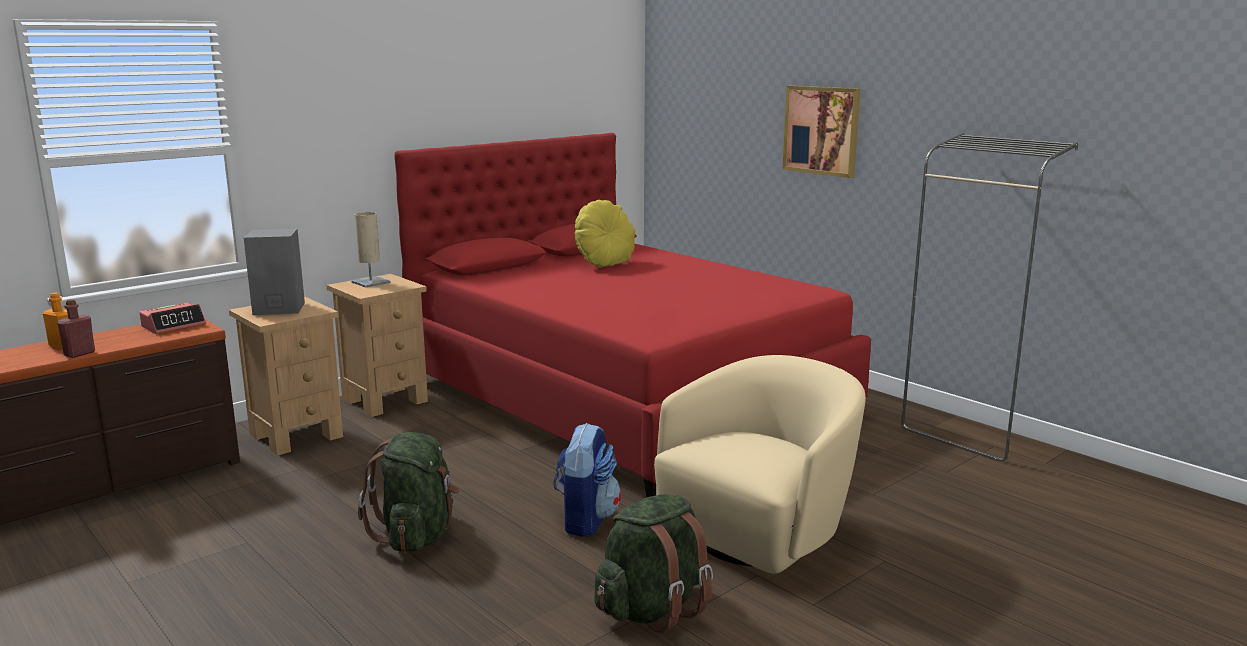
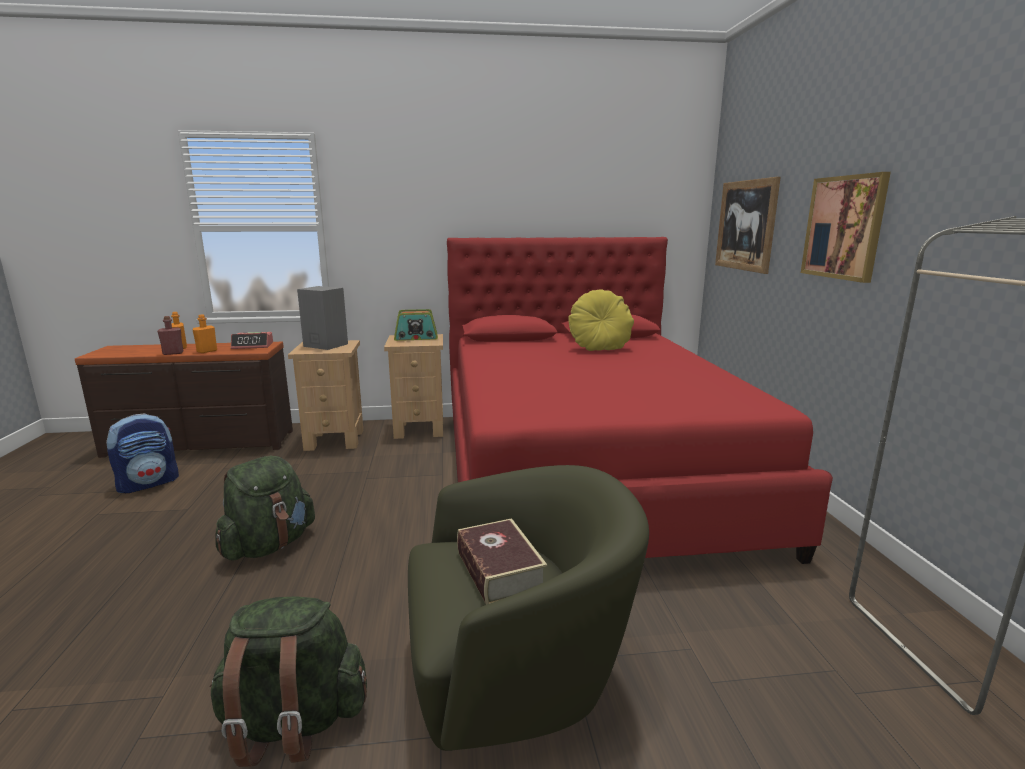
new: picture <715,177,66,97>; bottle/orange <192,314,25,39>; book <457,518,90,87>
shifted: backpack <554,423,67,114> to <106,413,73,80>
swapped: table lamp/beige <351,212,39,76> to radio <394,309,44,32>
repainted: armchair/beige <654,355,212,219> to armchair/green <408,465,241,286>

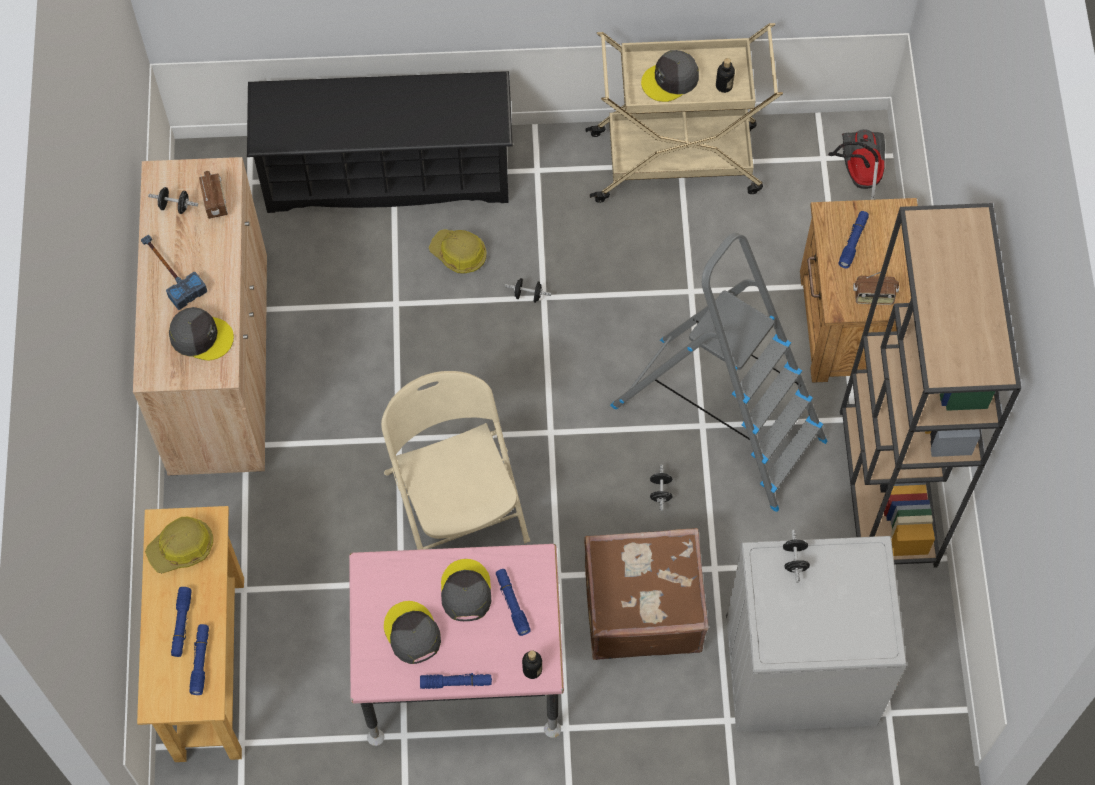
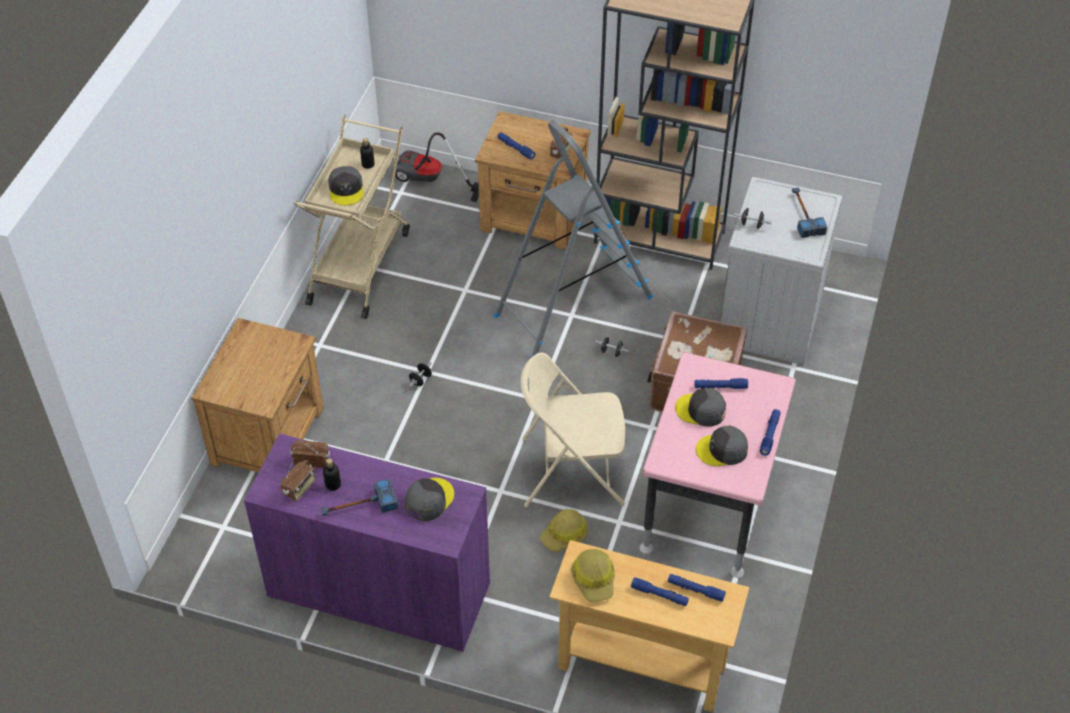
new: hammer <792,187,35,51>
shifted: hard hat <429,229,58,45> to <540,509,48,43>; bottle <522,650,20,29> to <323,458,18,33>
swapped: shoe rack/black <247,71,266,142> to nightstand/brown <191,318,133,155>; dumbbell/black <148,187,50,27> to radio <280,457,36,44>
repainted: cabinet/beige <133,157,134,319> to cabinet/purple <244,433,246,219>

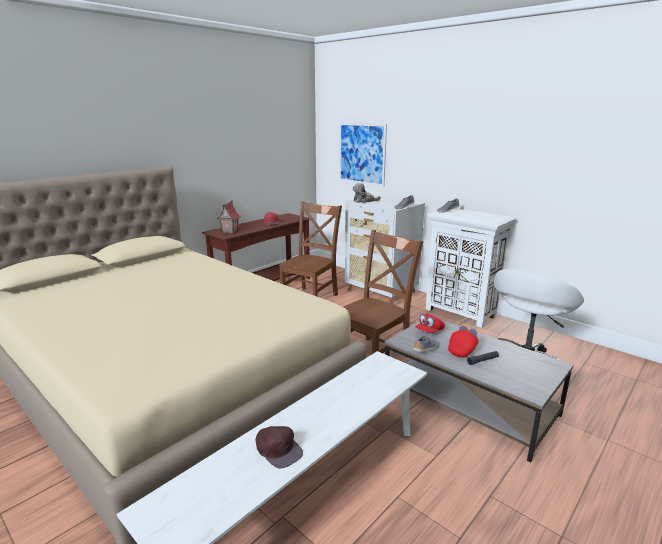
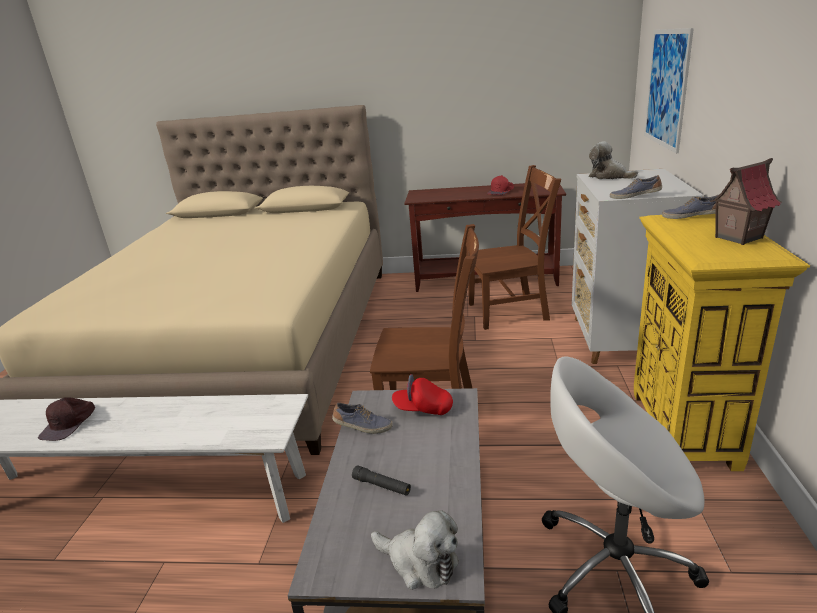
gone: cap/red <448,326,31,31>
new: plush toy <371,510,88,80>
shifted: toy house <217,200,24,33> to <710,158,72,87>
repainted: cabinet/white <426,208,90,120> to cabinet/yellow <634,214,176,257>

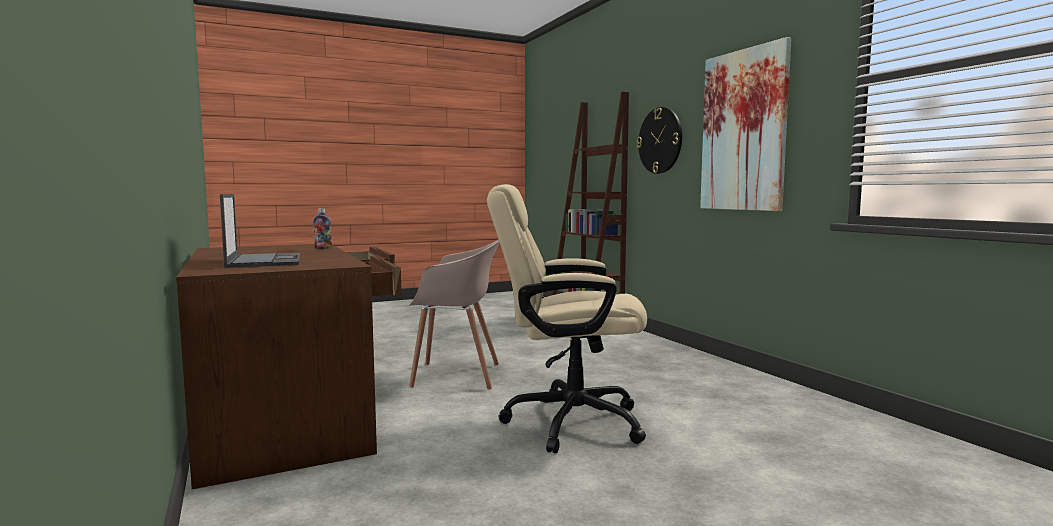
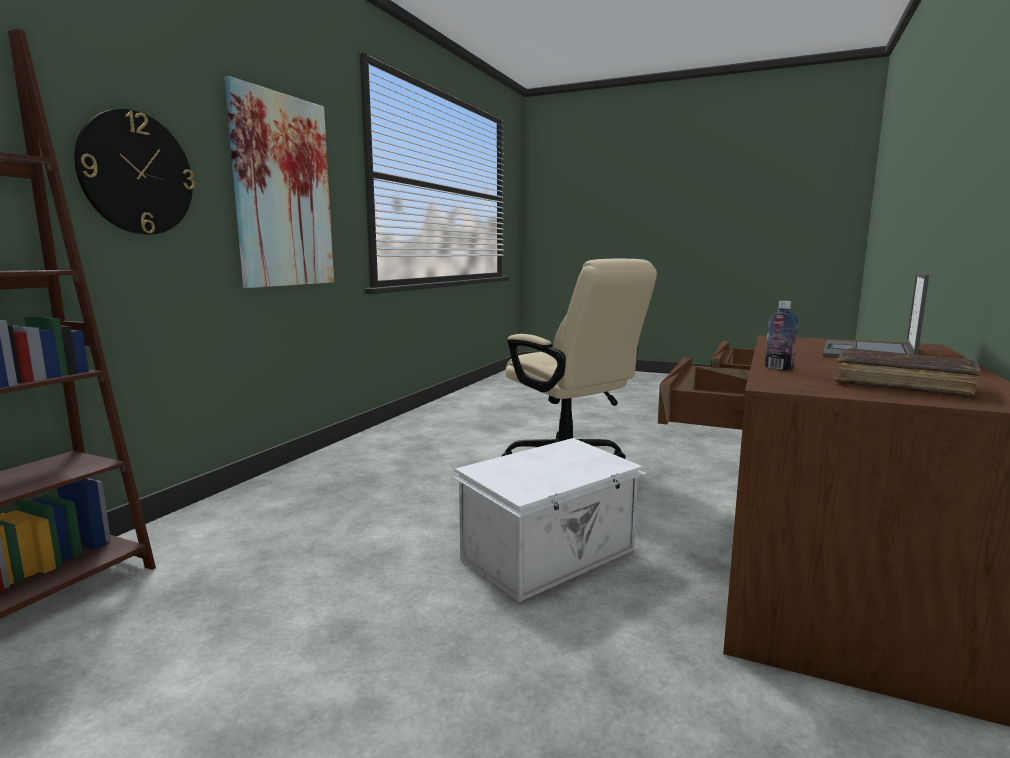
new: book/brown <835,348,146,50>
swapped: chair/beige <409,239,91,150> to storage box/white <453,438,194,164>

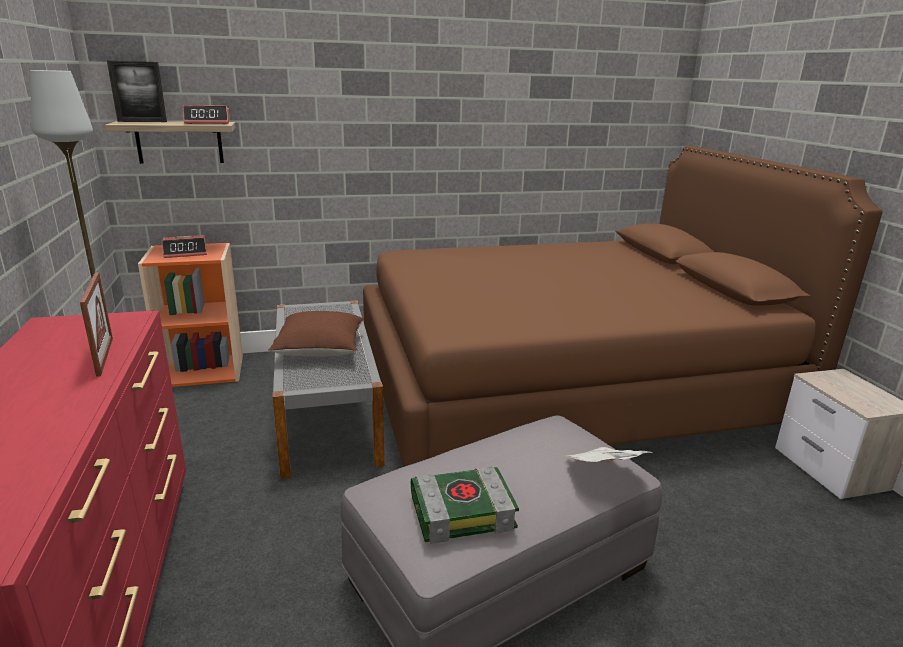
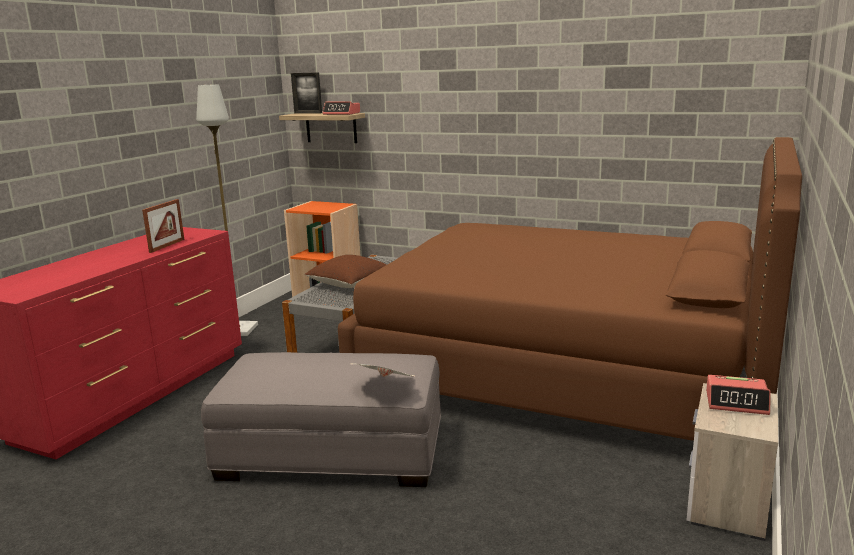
gone: book <411,466,108,78>
shifted: alarm clock <162,235,45,23> to <706,375,65,40>

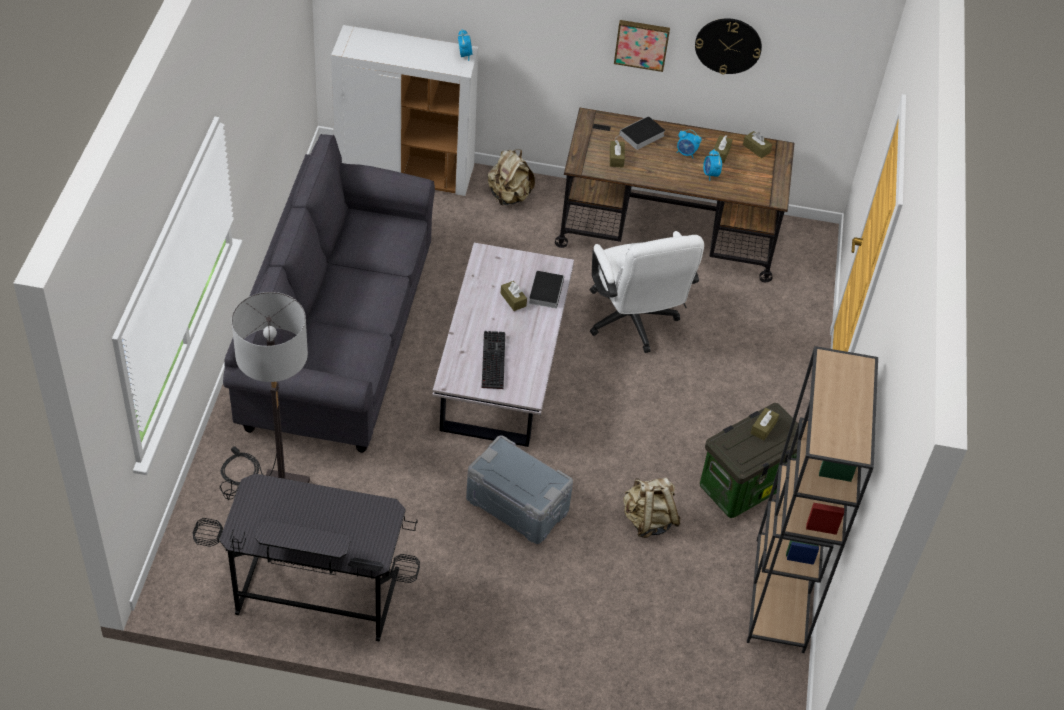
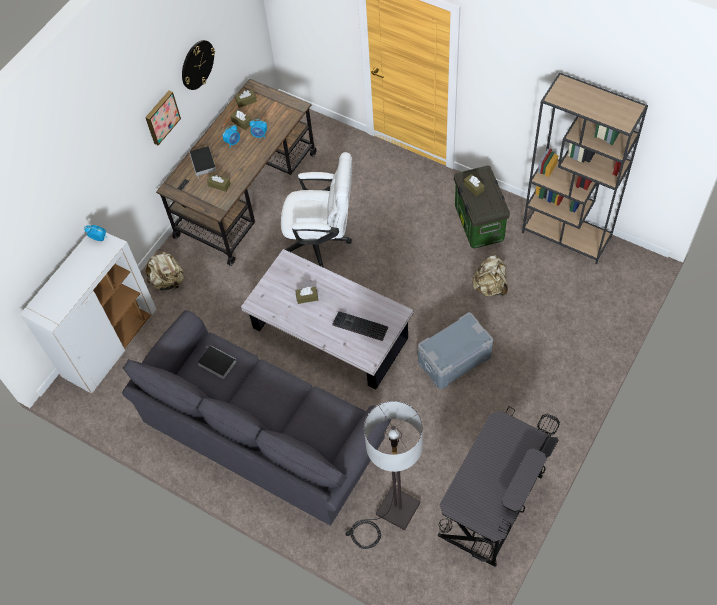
shifted: book <529,271,35,38> to <198,345,39,34>

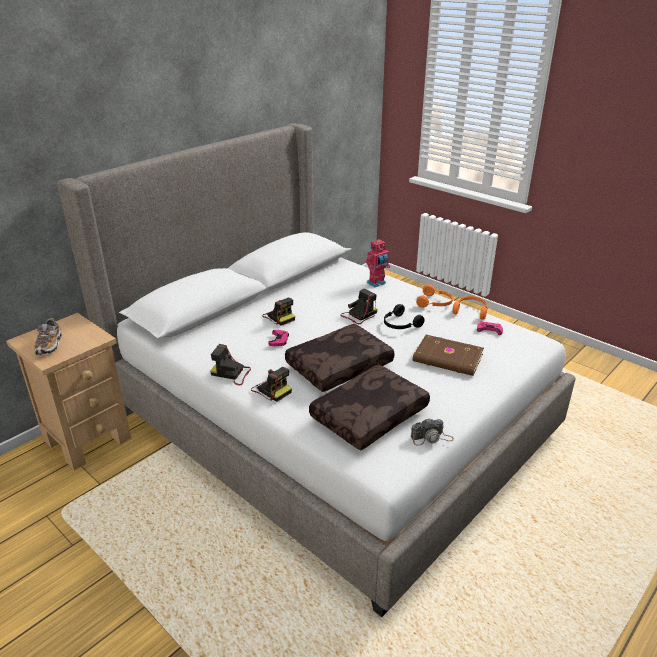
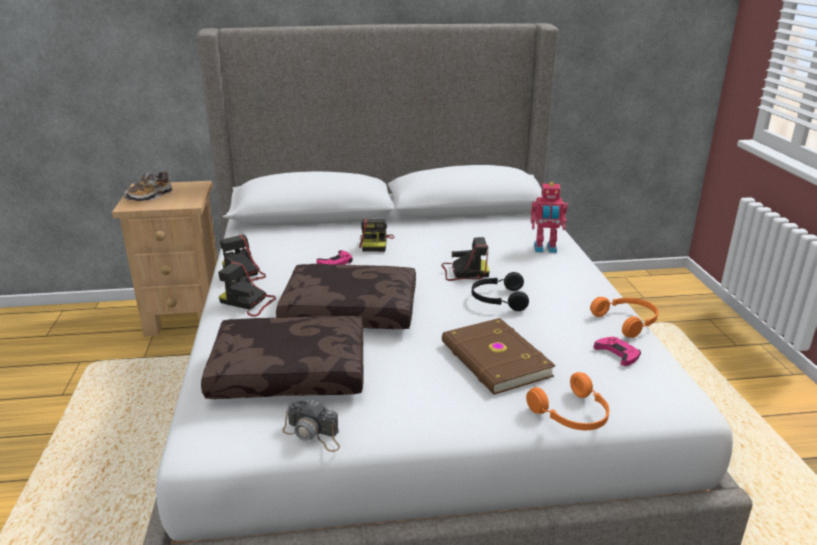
shifted: headphones/orange <416,284,37,24> to <526,372,84,58>
rotated: photo camera <251,367,41,35> = <218,261,58,56> 120 degrees clockwise

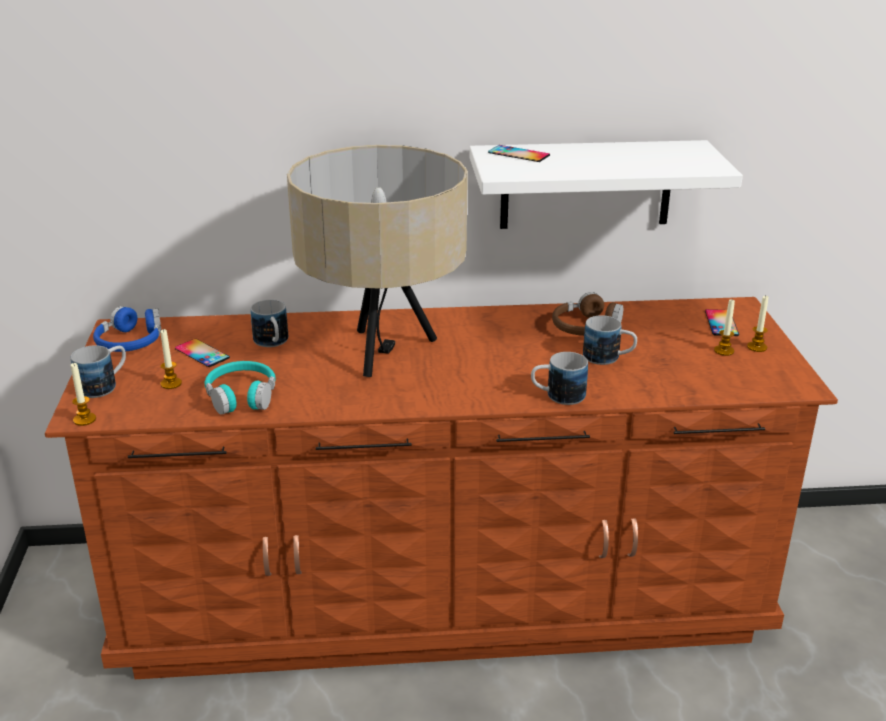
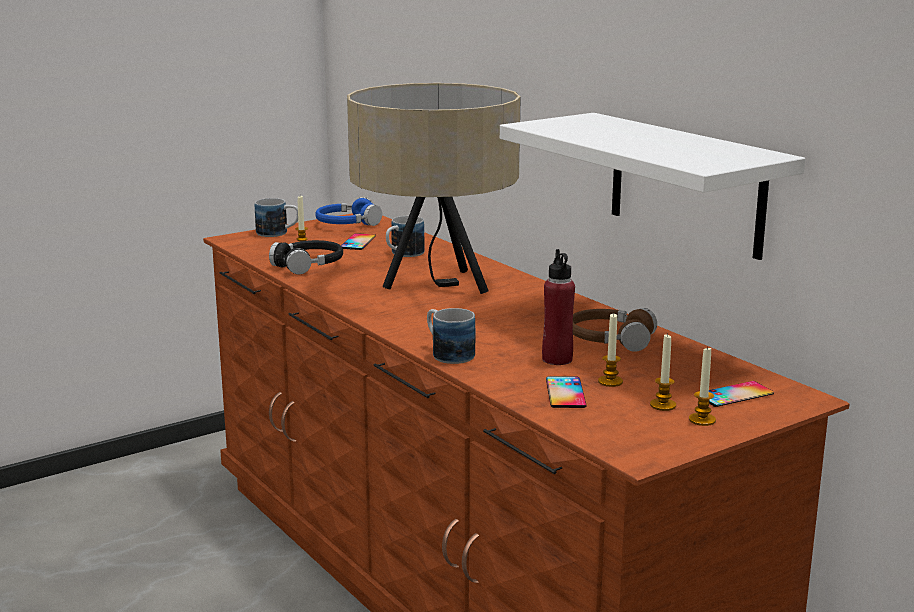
shifted: phone <488,145,62,17> to <546,377,41,31>; candle <71,362,25,64> to <598,313,25,74>
swapped: mug <583,315,54,50> to bottle/red <542,249,33,116>
repainted: headphones/turquoise <205,361,71,54> to headphones/black <269,240,74,35>

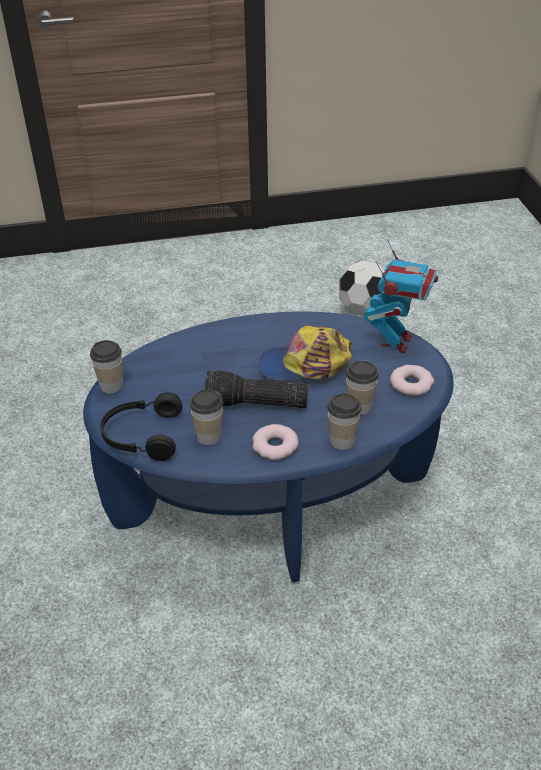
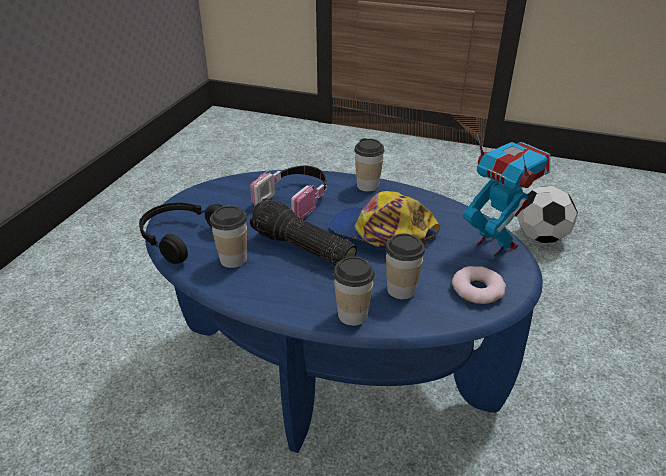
gone: donut <252,424,47,36>
new: headphones <250,166,77,53>
shifted: cup <90,340,33,54> to <354,138,31,54>
rotated: toy robot <364,239,74,114> = <463,134,87,122> 90 degrees counterclockwise

